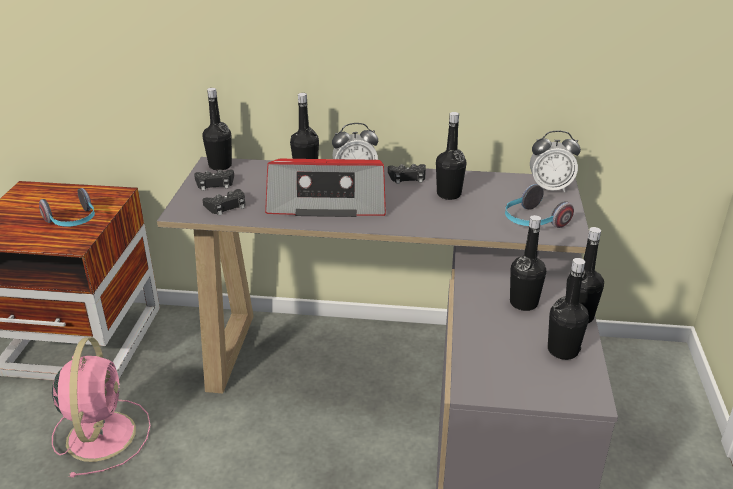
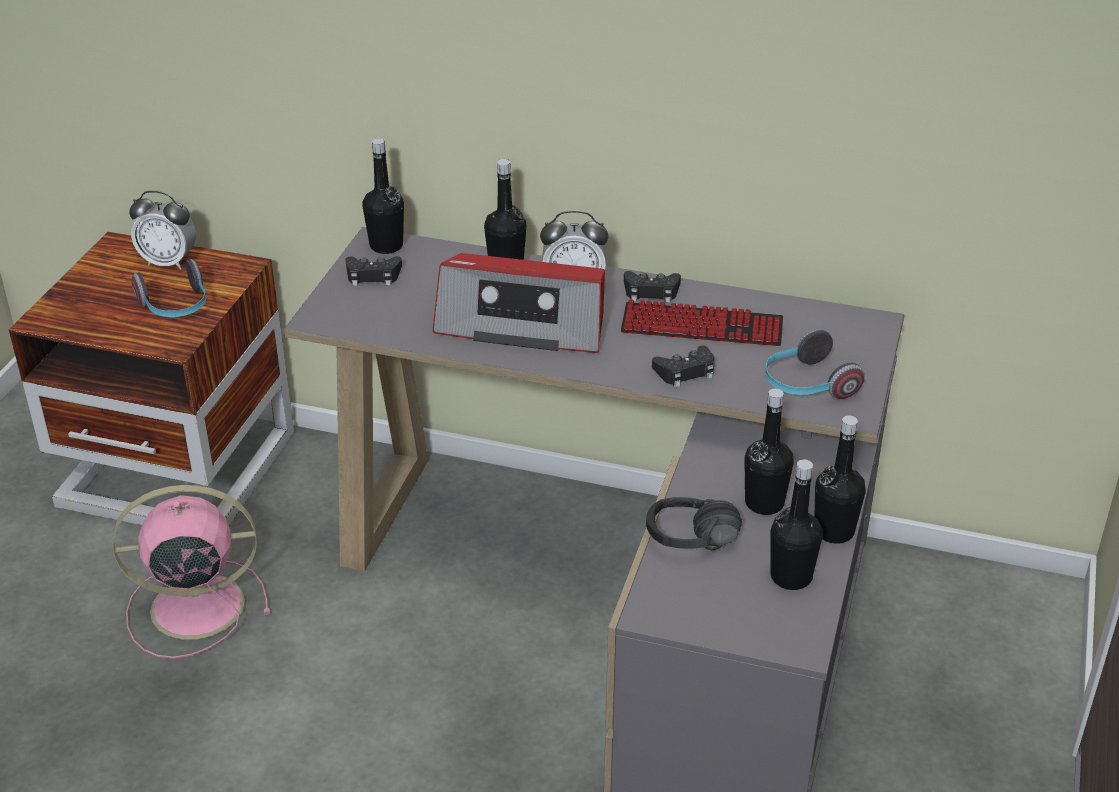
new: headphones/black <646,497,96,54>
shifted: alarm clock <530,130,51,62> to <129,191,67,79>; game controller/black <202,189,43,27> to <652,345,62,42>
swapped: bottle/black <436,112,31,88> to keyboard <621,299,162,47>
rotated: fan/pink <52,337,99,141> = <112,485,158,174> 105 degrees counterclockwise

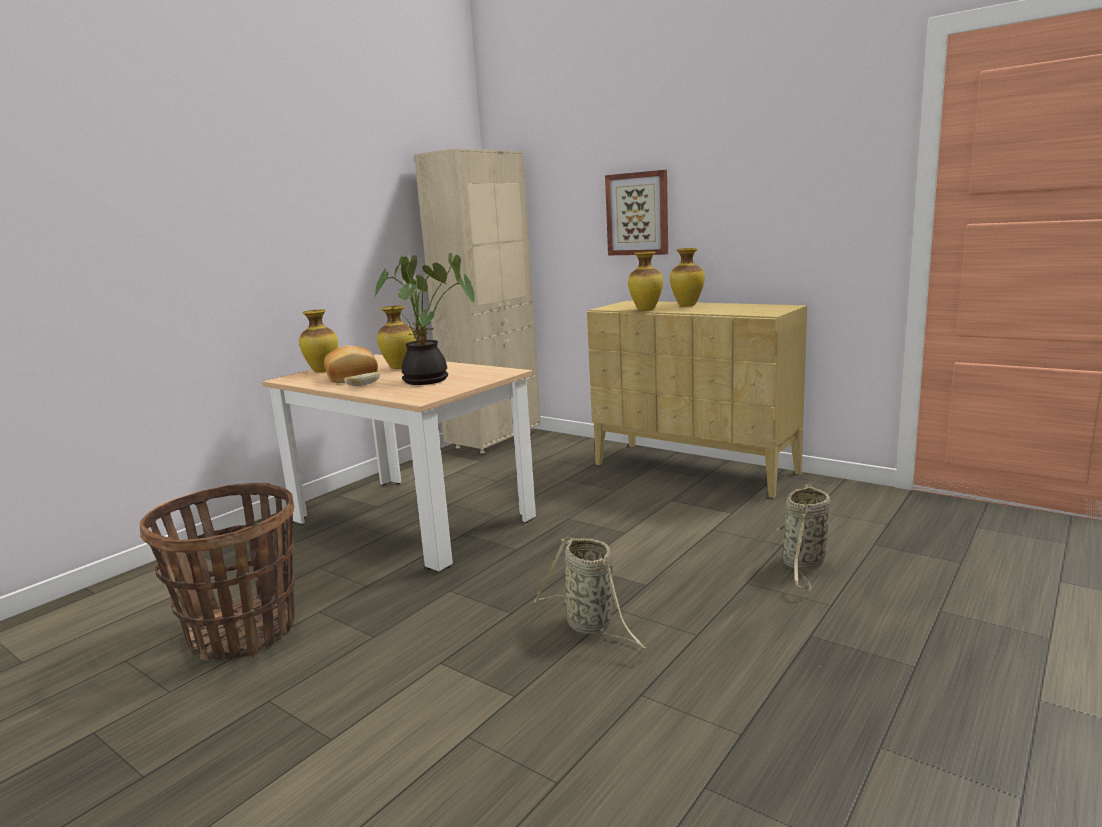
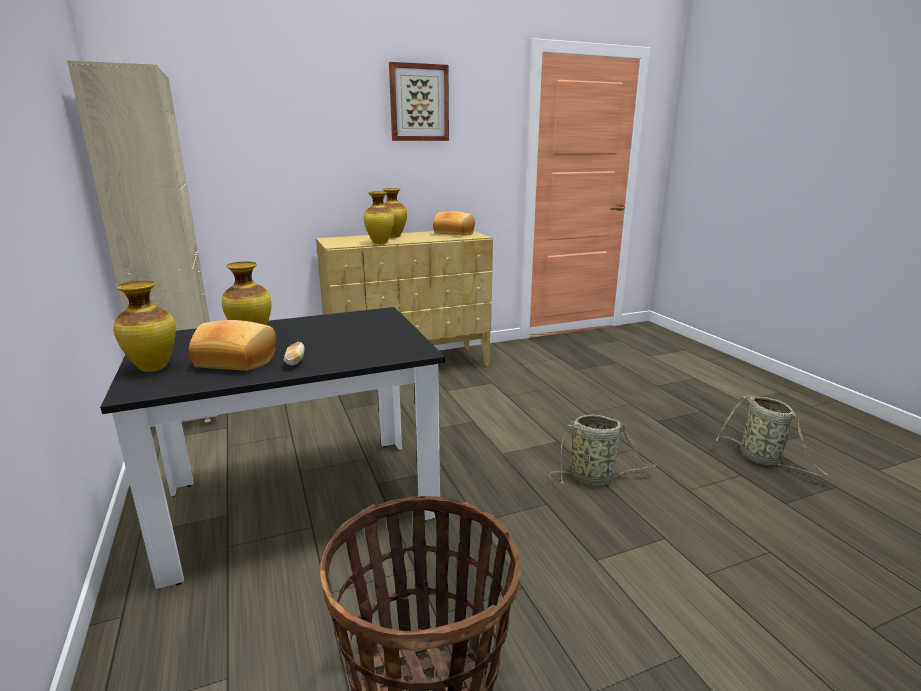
gone: potted plant <375,253,100,132>
new: bread <433,211,42,24>
shifted: picture <605,170,63,85> to <389,62,60,79>; basket <776,484,55,107> to <716,395,112,82>
repainted: dining table/beige <262,354,274,217> to dining table/black <100,307,345,282>

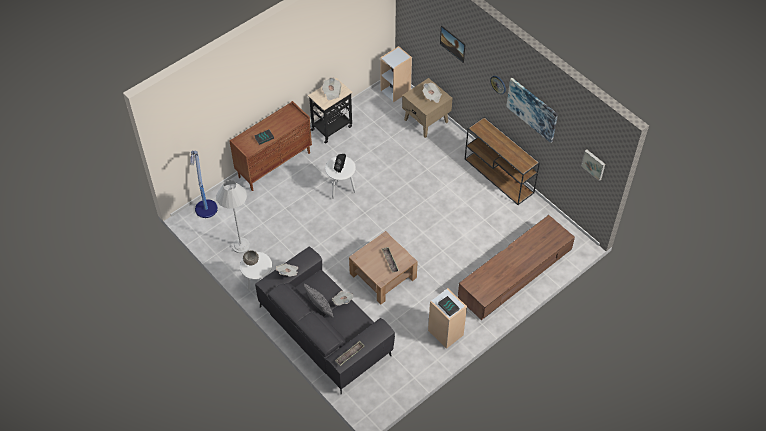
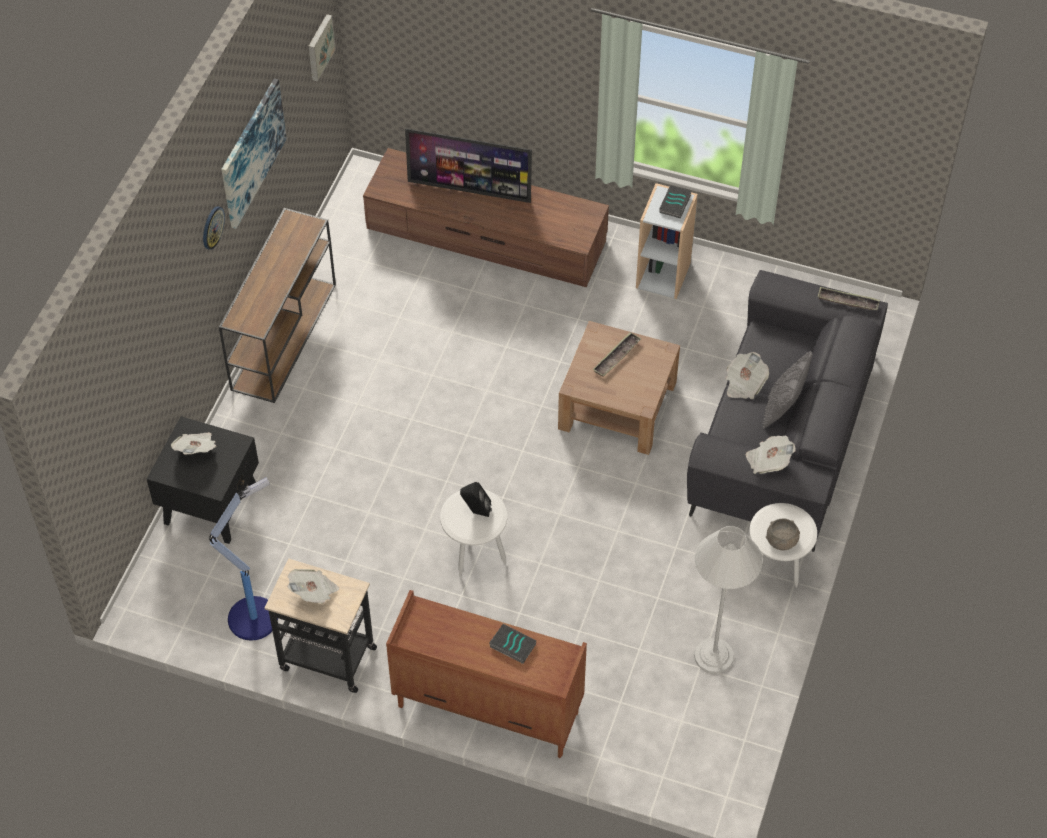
gone: picture <440,26,26,37>; bookcase <381,46,31,56>
new: television <405,128,127,75>
shifted: floor lamp <190,151,28,67> to <209,477,69,163>
repainted: nightstand/beige <402,78,50,60> to nightstand/black <147,416,112,128>

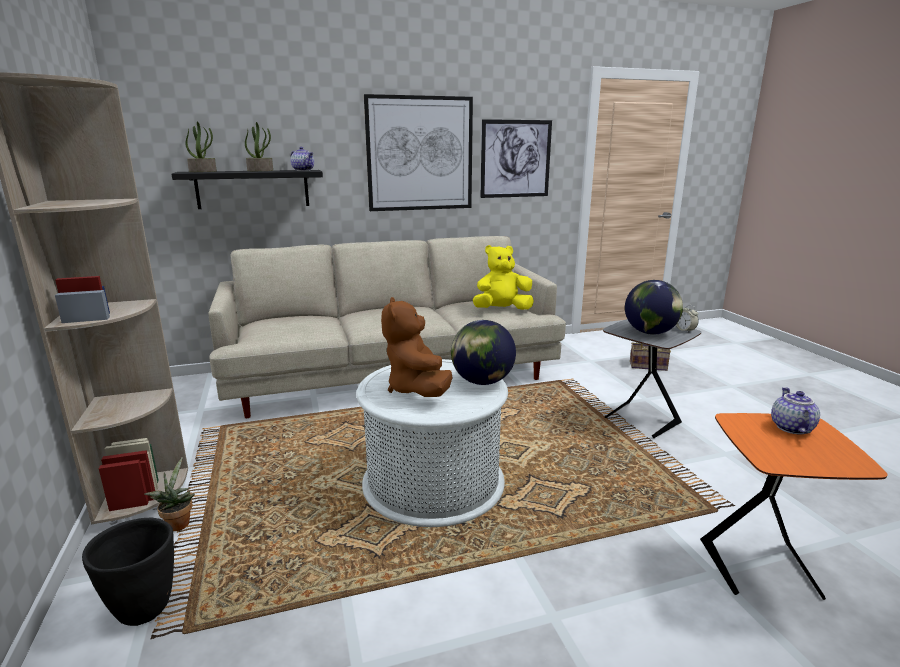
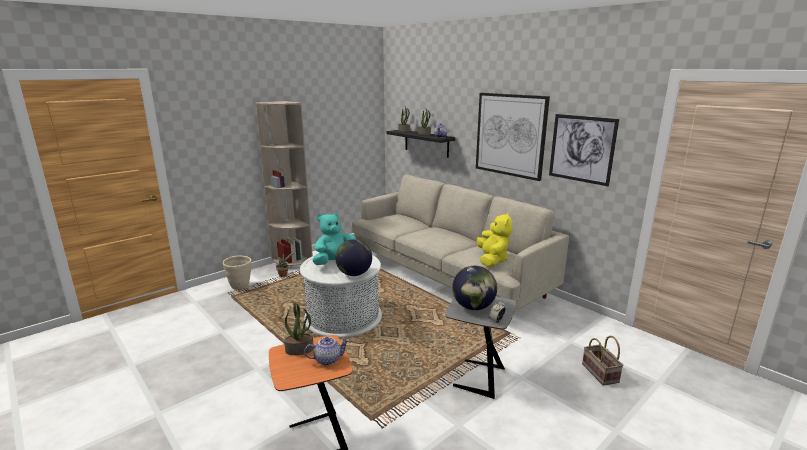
new: potted plant <284,302,29,53>
repainted: plush toy/brown <381,297,72,100> to plush toy/turquoise <312,213,44,52>; planter/black <82,518,92,108> to planter/beige <223,256,29,34>
rotated: plush toy/yellow <473,245,61,65> = <477,213,35,54> 45 degrees clockwise

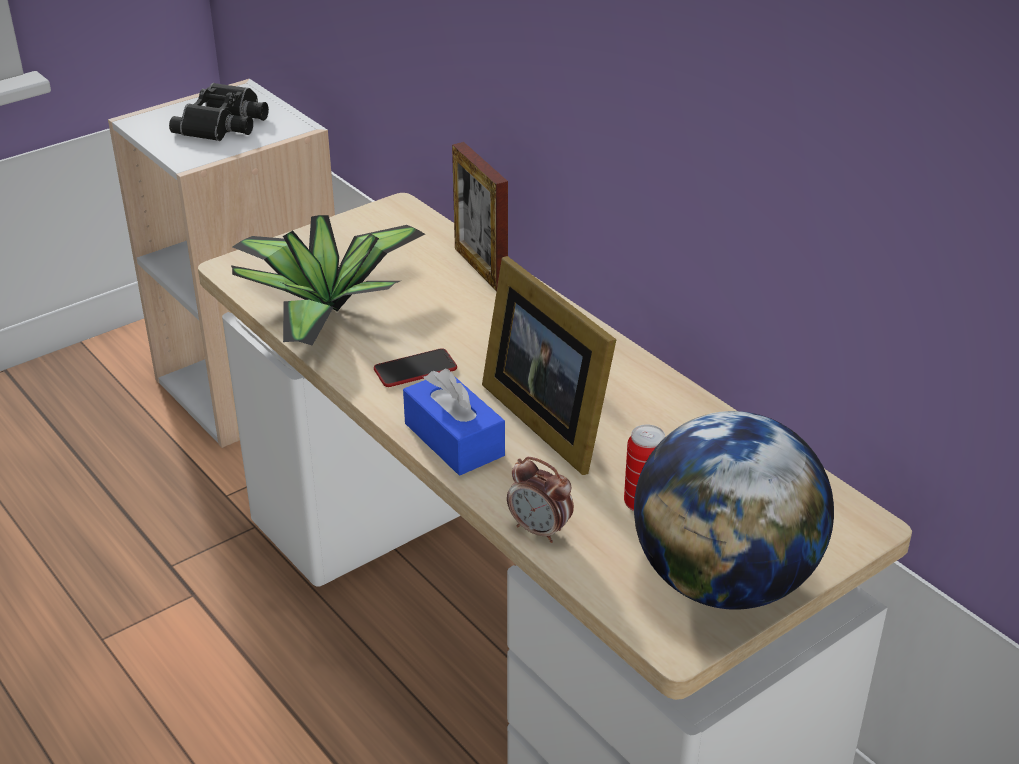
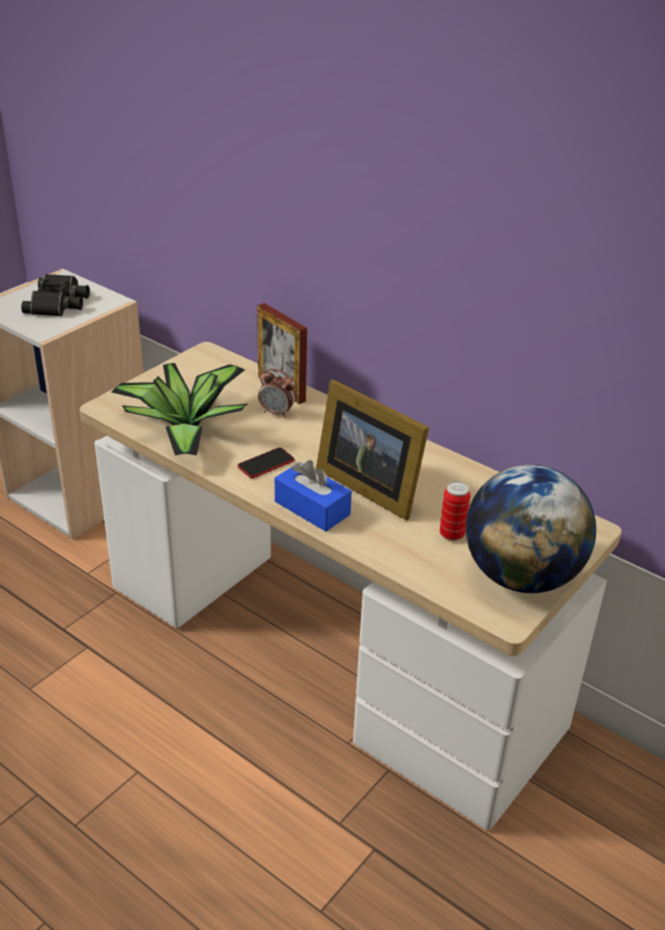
shifted: alarm clock <507,457,67,86> to <258,369,38,49>

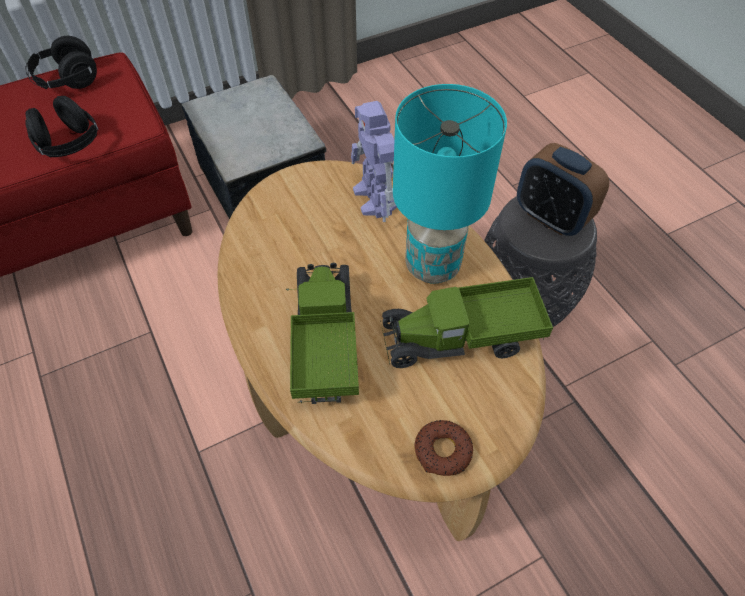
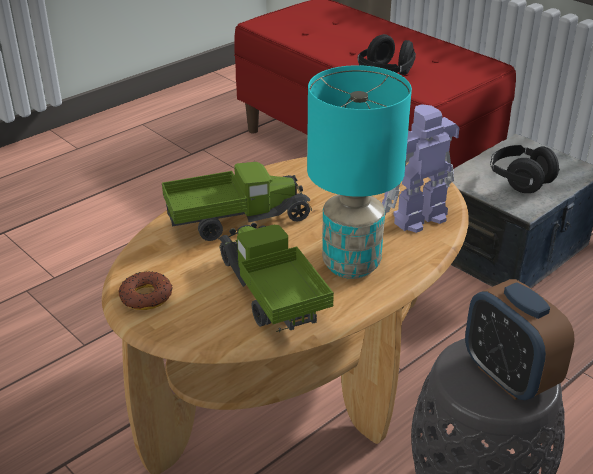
shifted: headphones/black <25,36,72,53> to <490,145,70,48>
rotated: alarm clock <517,143,92,93> = <465,279,110,121> 60 degrees counterclockwise

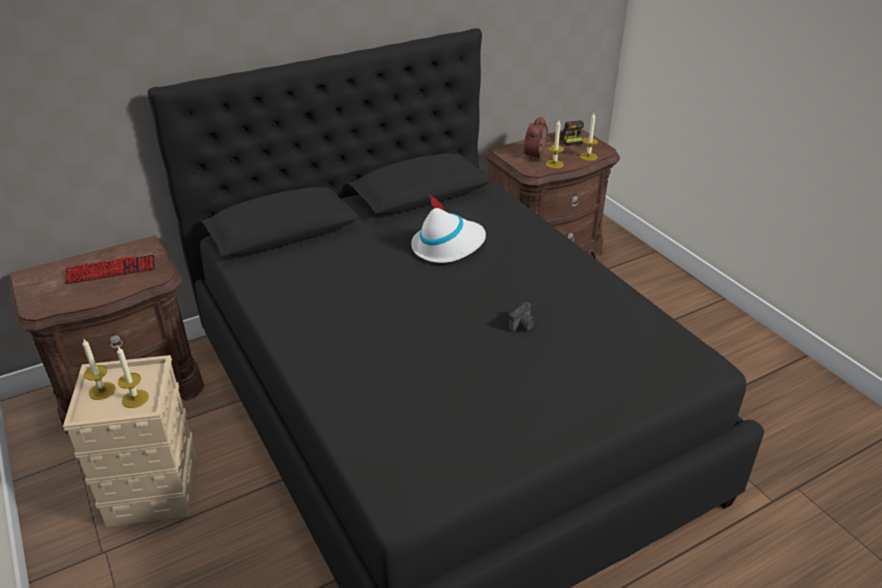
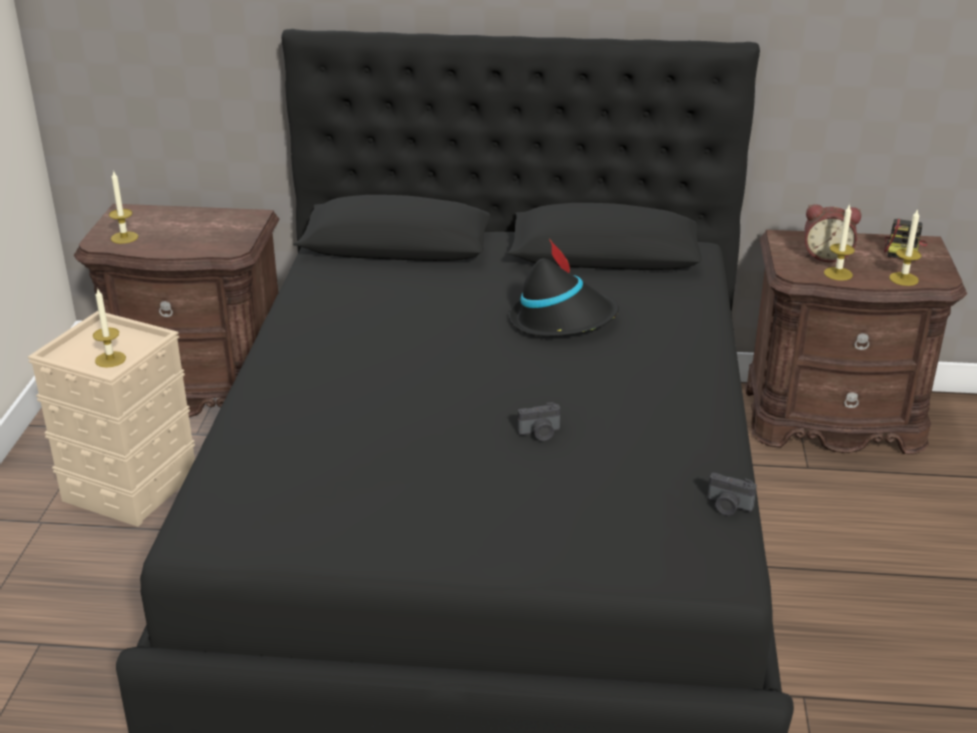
gone: keyboard <65,255,90,29>
new: photo camera <707,473,50,43>
shifted: candle <82,338,34,62> to <109,170,29,74>
repainted: hat/white <411,194,75,69> to hat/black <509,239,110,97>
rotated: alarm clock <524,116,26,44> = <804,204,57,58> 135 degrees counterclockwise

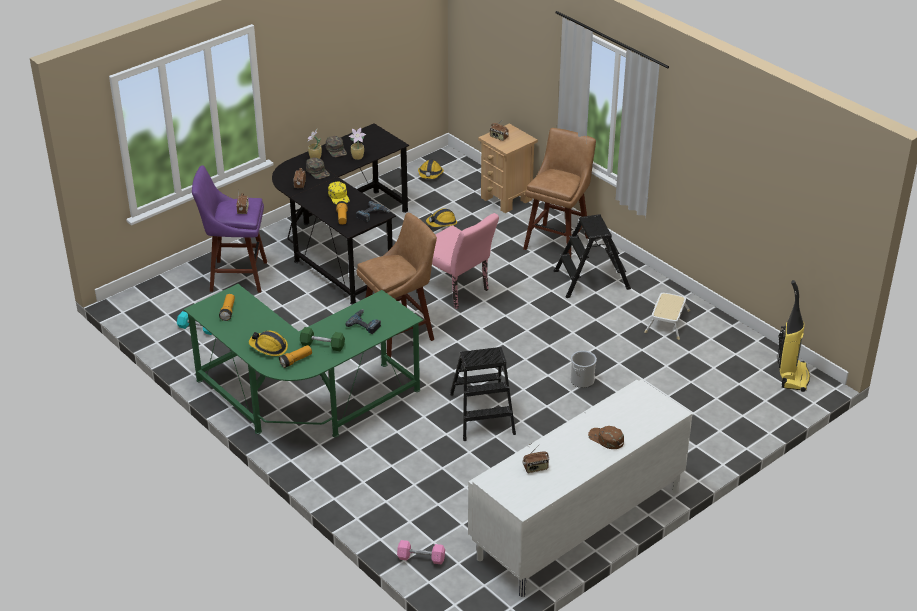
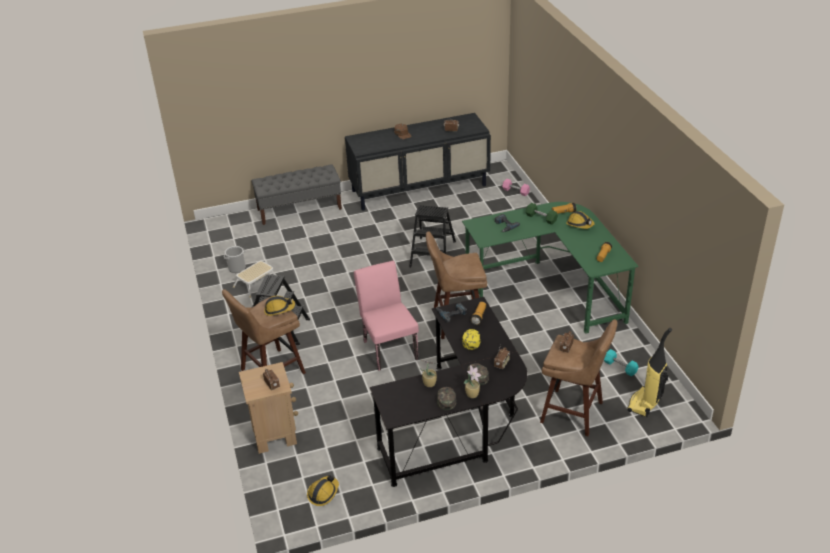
new: bench/grey <251,164,91,61>
shifted: hard hat <426,208,31,19> to <264,296,31,20>; vacuum cleaner <777,280,33,112> to <627,328,45,89>; bucket <570,351,27,37> to <224,246,22,27>
repainted: stool/purple <192,165,75,128> to stool/brown <540,319,77,117>; cabinet/white <468,379,224,218> to cabinet/black <345,113,146,98>

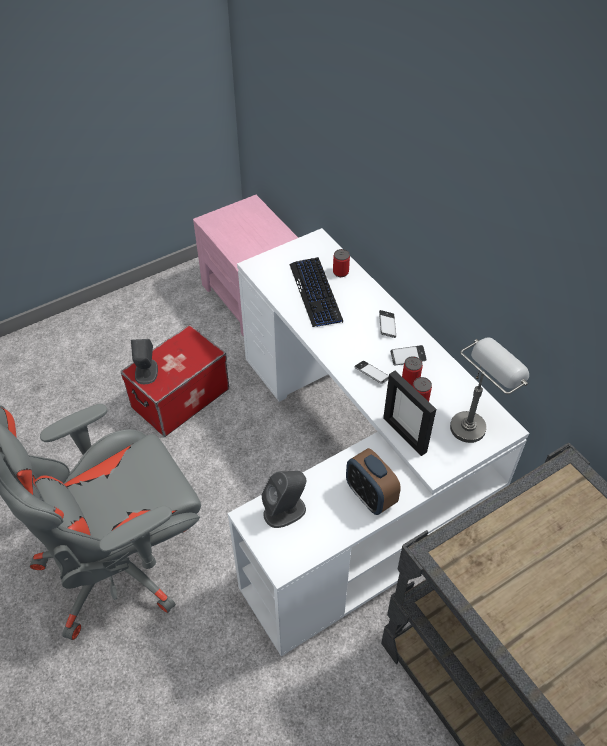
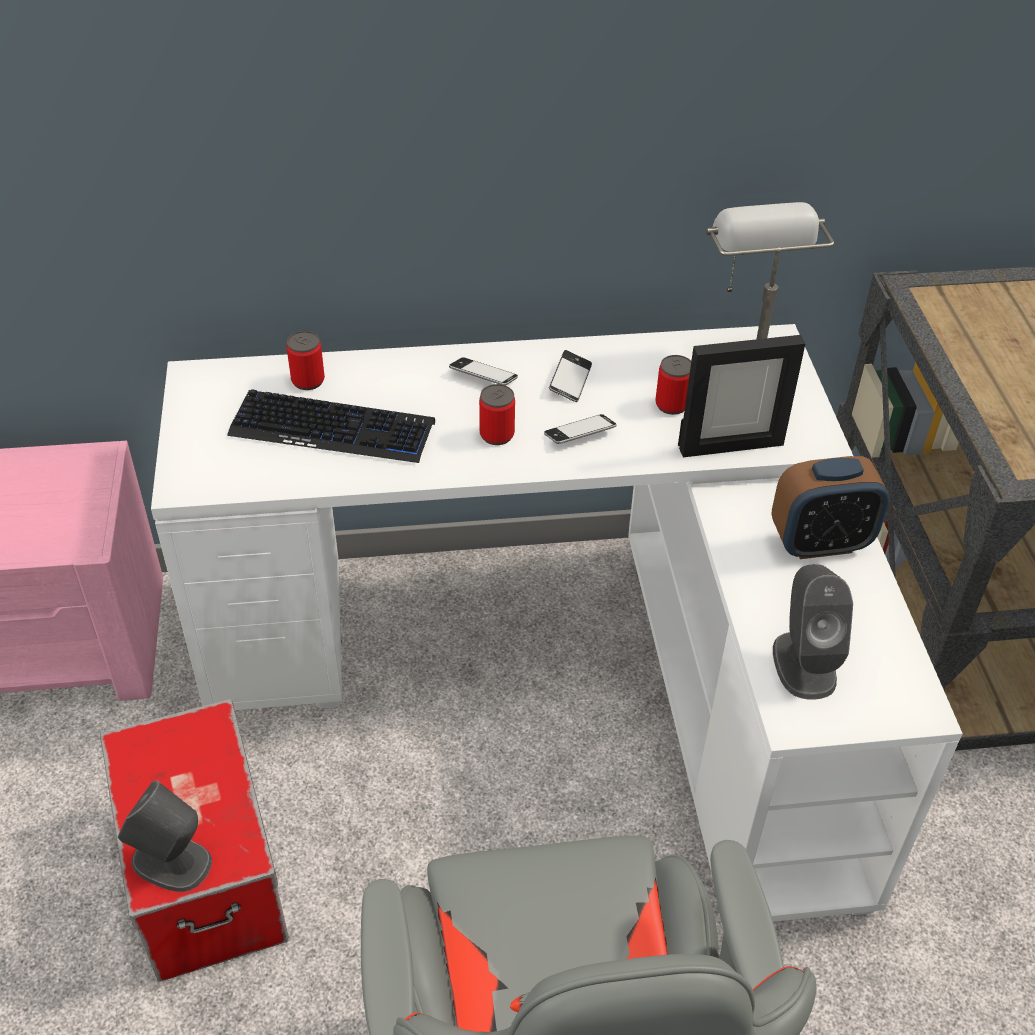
shifted: can <402,356,21,30> to <479,384,36,61>

